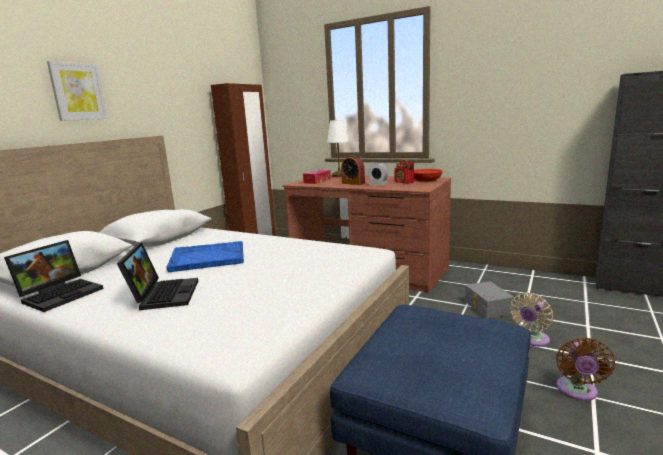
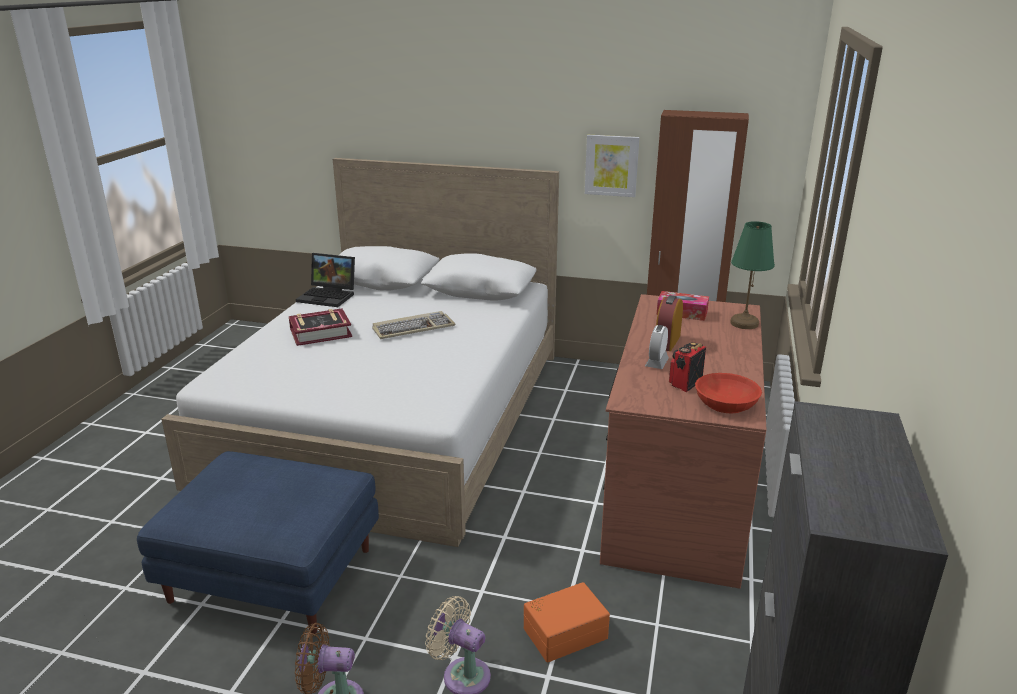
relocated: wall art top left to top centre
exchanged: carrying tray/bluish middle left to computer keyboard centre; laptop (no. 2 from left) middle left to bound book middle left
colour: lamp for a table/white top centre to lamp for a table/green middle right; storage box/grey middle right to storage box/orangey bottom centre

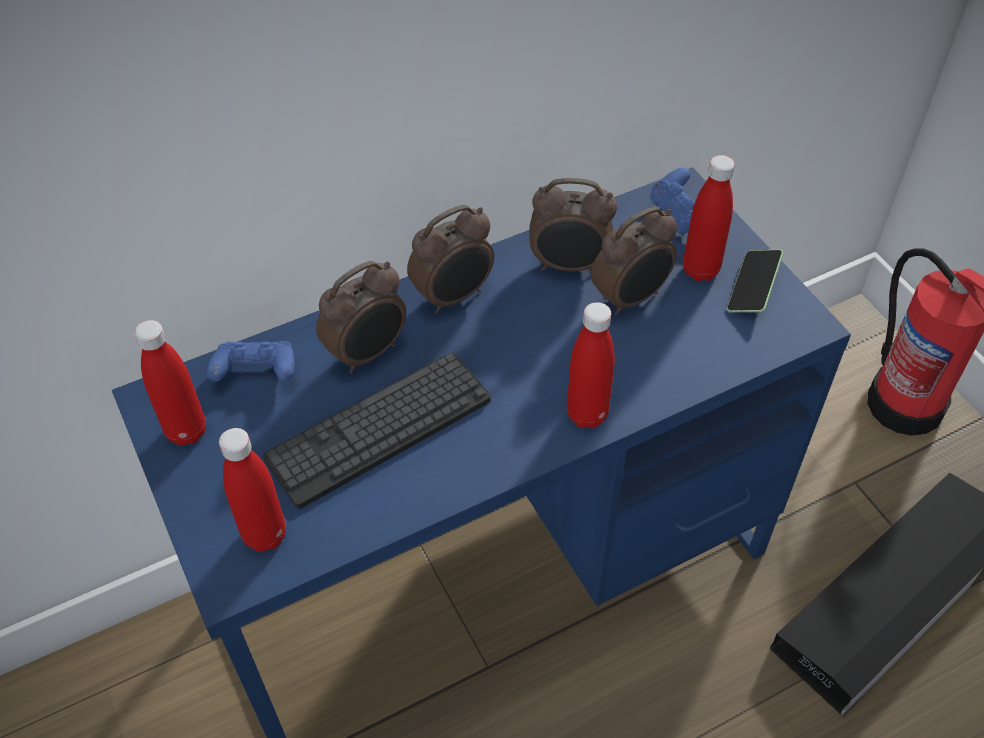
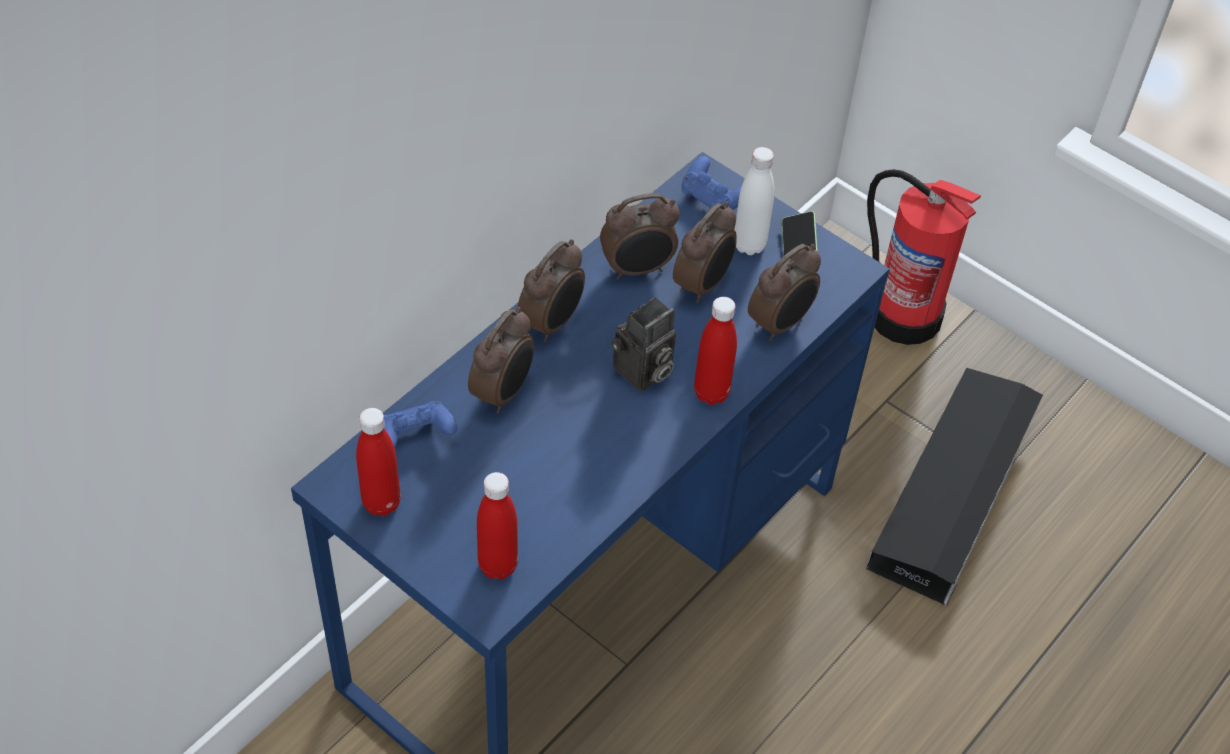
missing: computer keyboard centre
appeared: table clock (no. 5 from left) centre; photo camera centre
colour: bottle/red (no. 4 from left) top right to bottle/white top centre

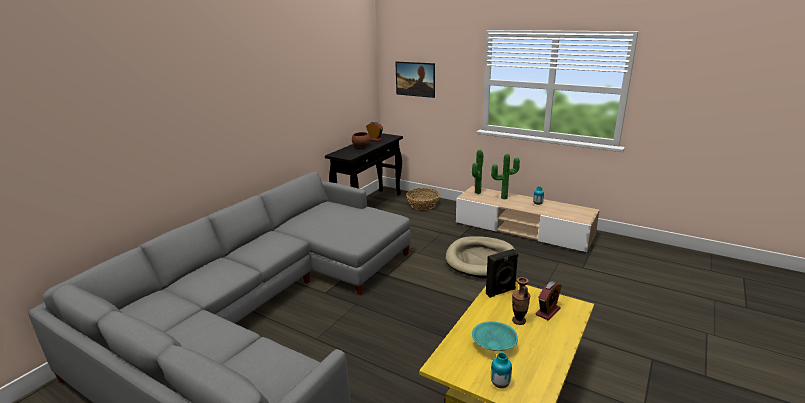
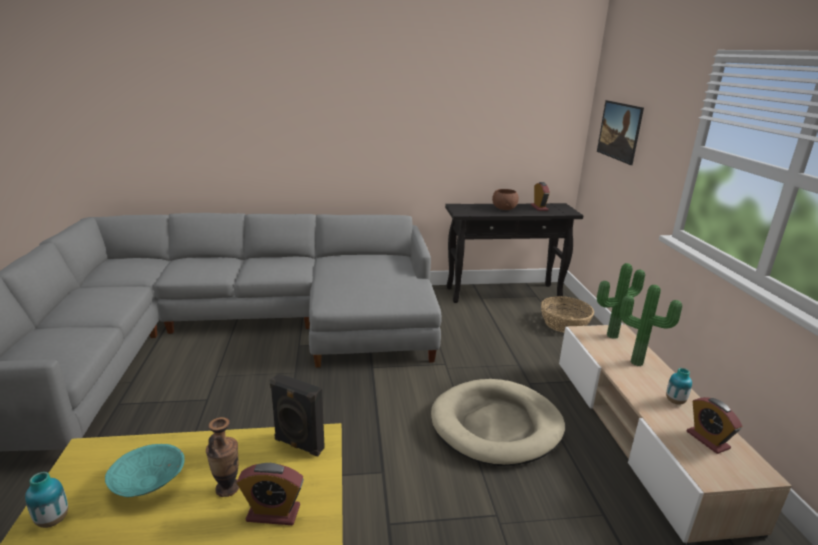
appeared: table clock (no. 3 from left) bottom right

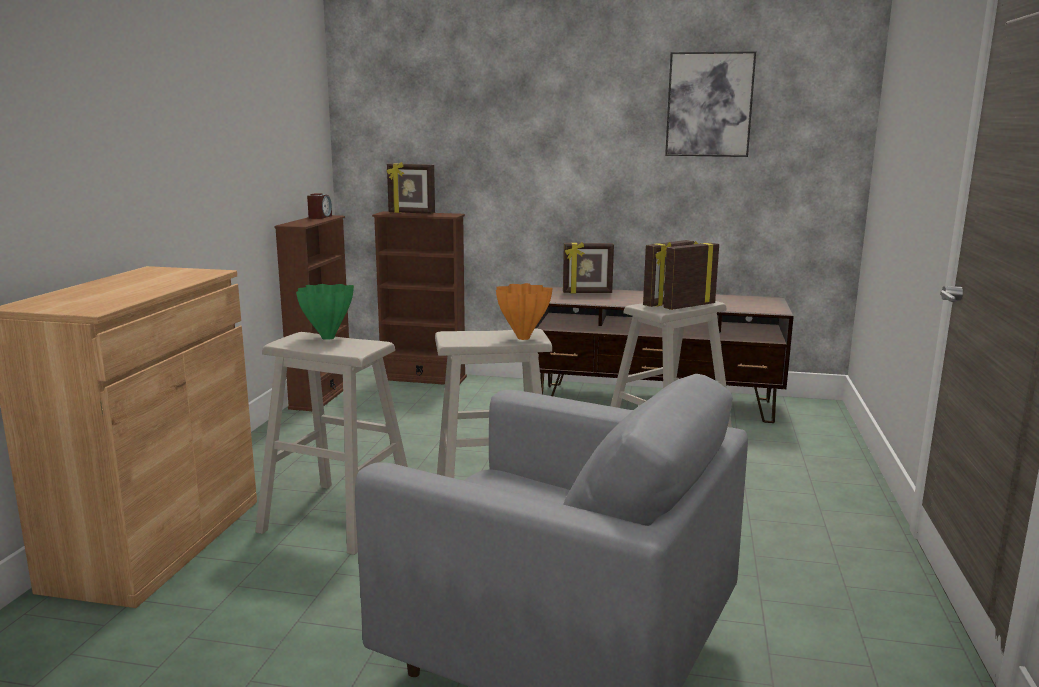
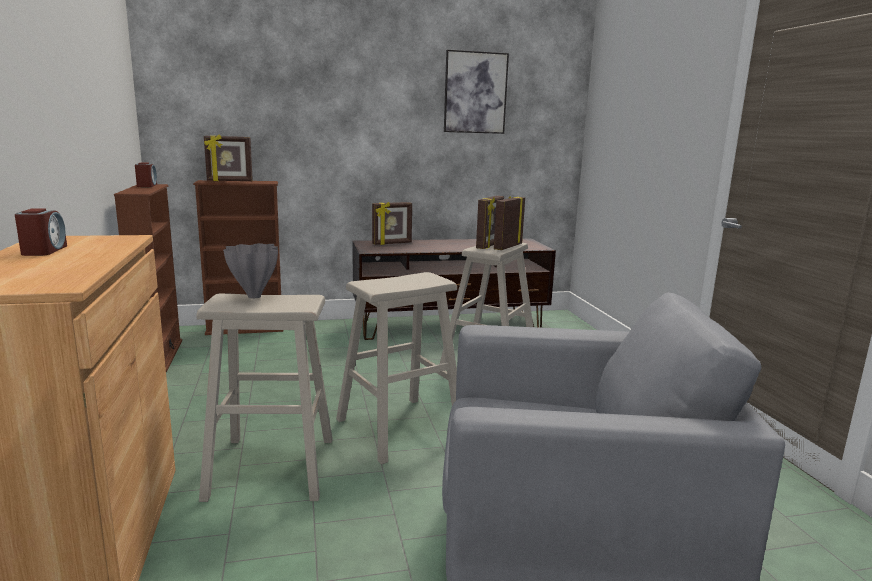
missing: decorative vase/orangey centre
appeared: table clock (no. 1 from left) middle left
colour: decorative vase/green middle left to decorative vase/grey middle left

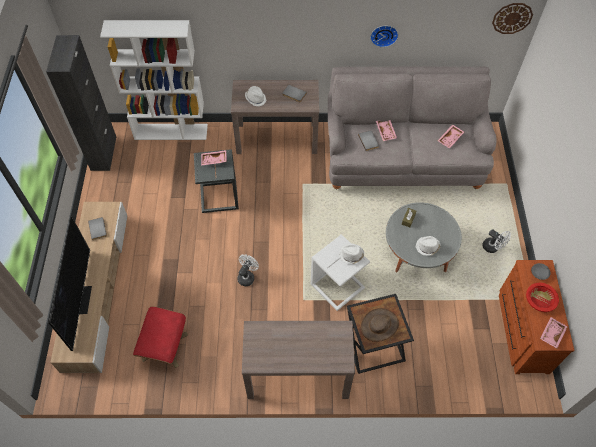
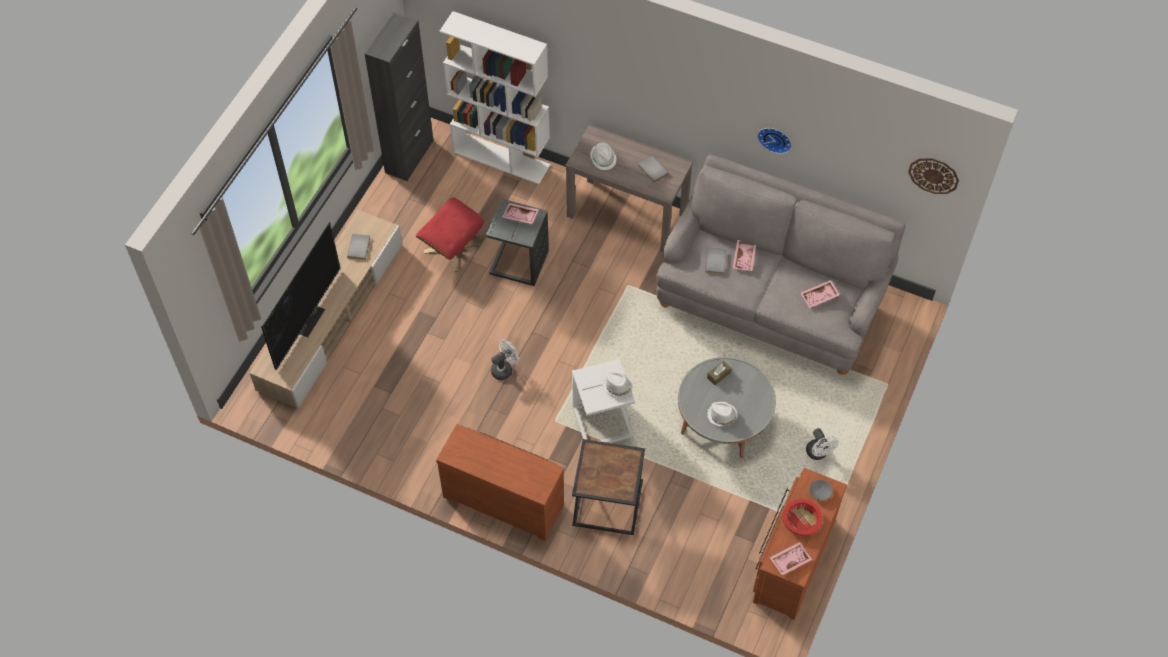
missing: clothing hat/brownish bottom centre
relocated: ottoman/red bottom left to centre
exchanged: narrow table/brownish (no. 2 from left) bottom centre to drawer chest/brownish (no. 1 from left) bottom centre

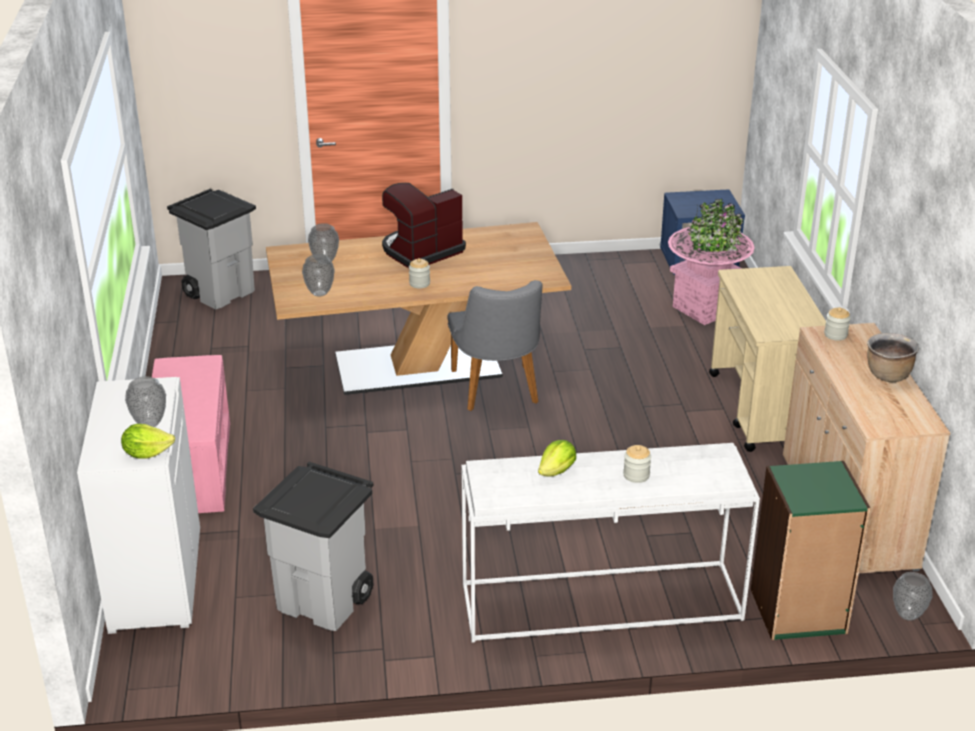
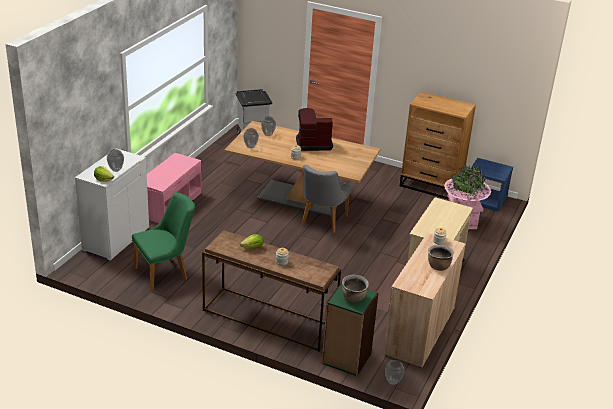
appeared: drawer chest/brownish middle right; cooking pot/brownish (no. 1 from left) bottom centre
exchanged: waste bin/grey (no. 2 from left) bottom left to chair/green middle left
colour: narrow table/white bottom centre to narrow table/brownish bottom centre

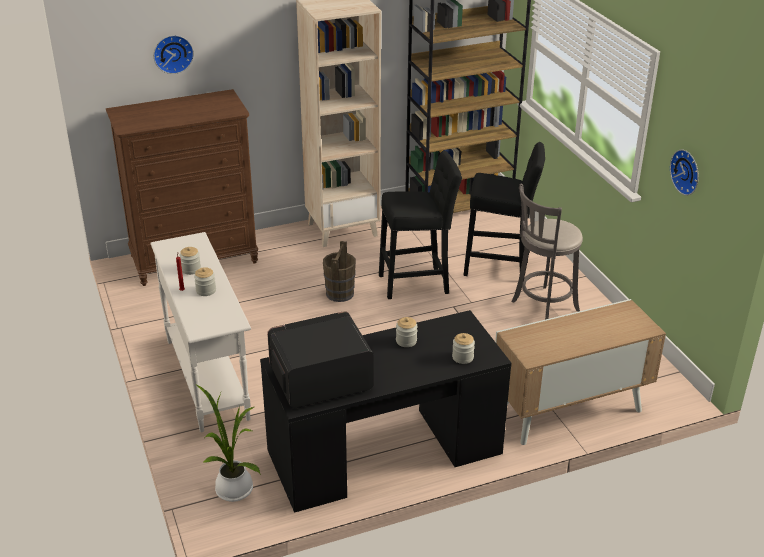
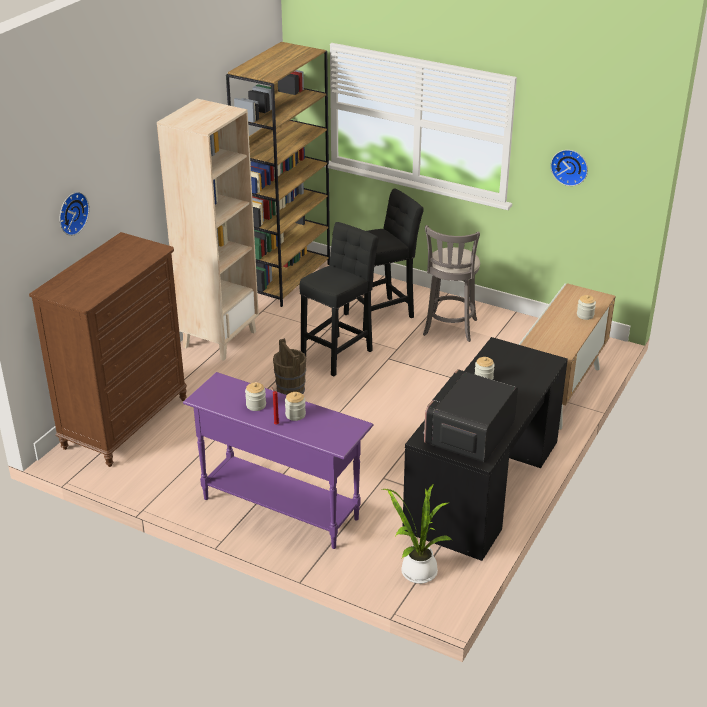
relocated: storage jar (no. 4 from left) centre to middle right
colour: narrow table/white middle left to narrow table/purple-coloured centre

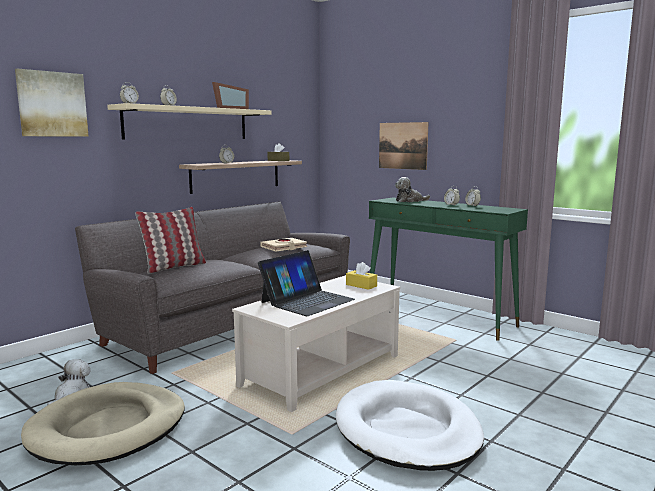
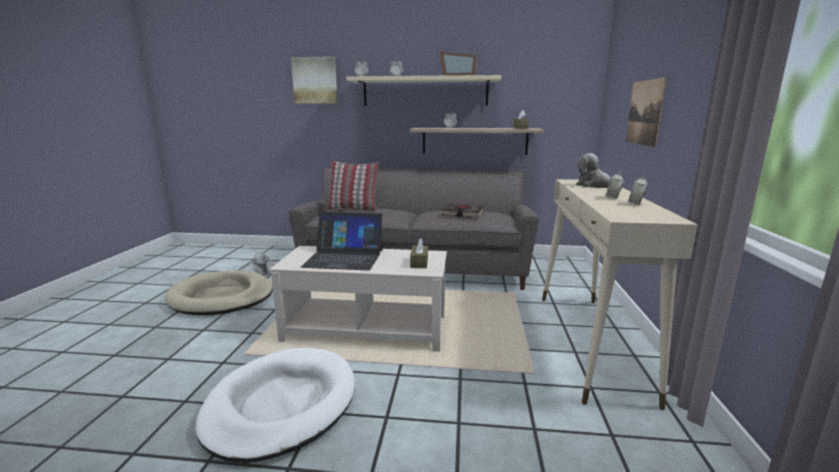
colour: narrow table/green middle right to narrow table/beige-coloured middle right; bound book/beige-coloured centre to bound book/black centre; tissue box/yellow-coloured centre to tissue box/brownish (no. 1 from left) centre

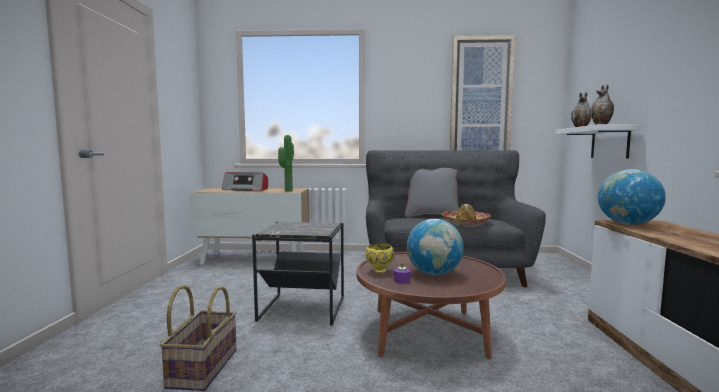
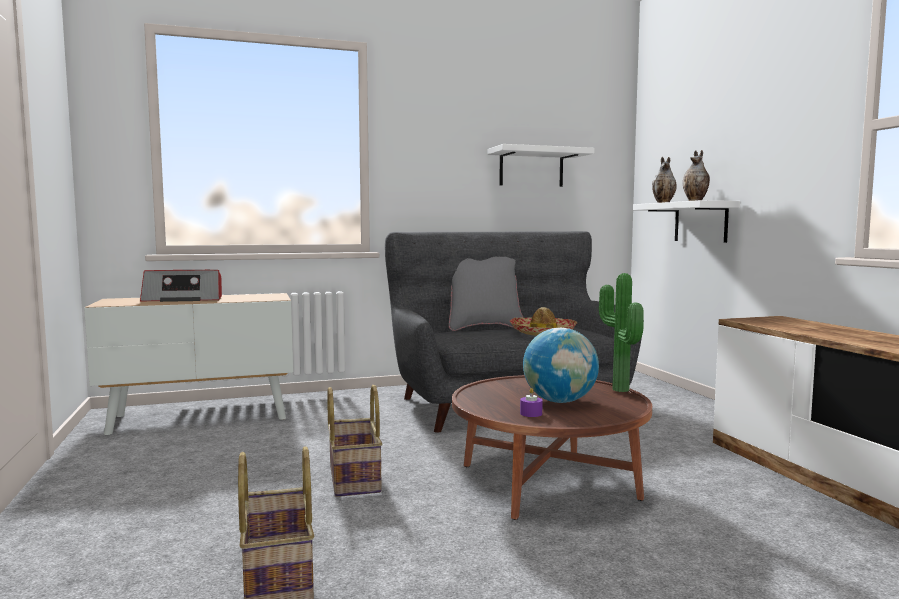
missing: globe (no. 2 from left) middle right; bowl/yellow-coloured centre
relocated: houseplant centre to middle right
exchanged: wall art top right to wall shelf/white (no. 1 from left) top centre; end table/black bottom centre to household basket (no. 2 from left) bottom centre

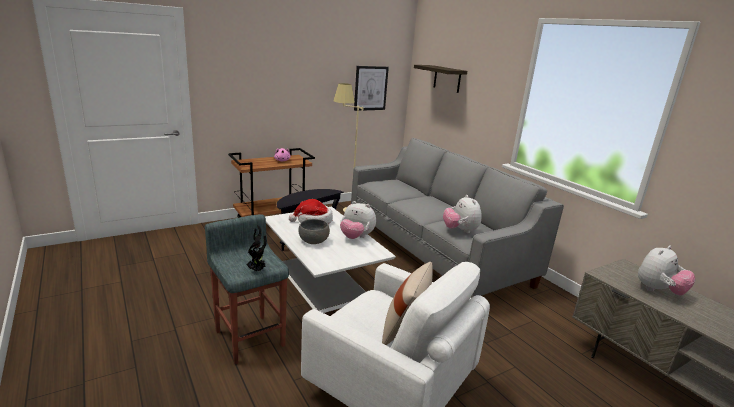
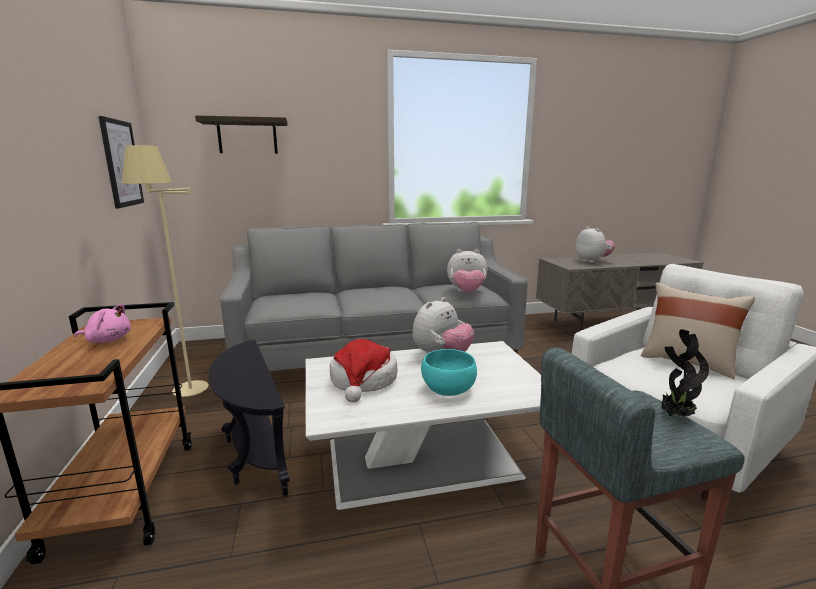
colour: bowl/grey centre to bowl/turquoise centre

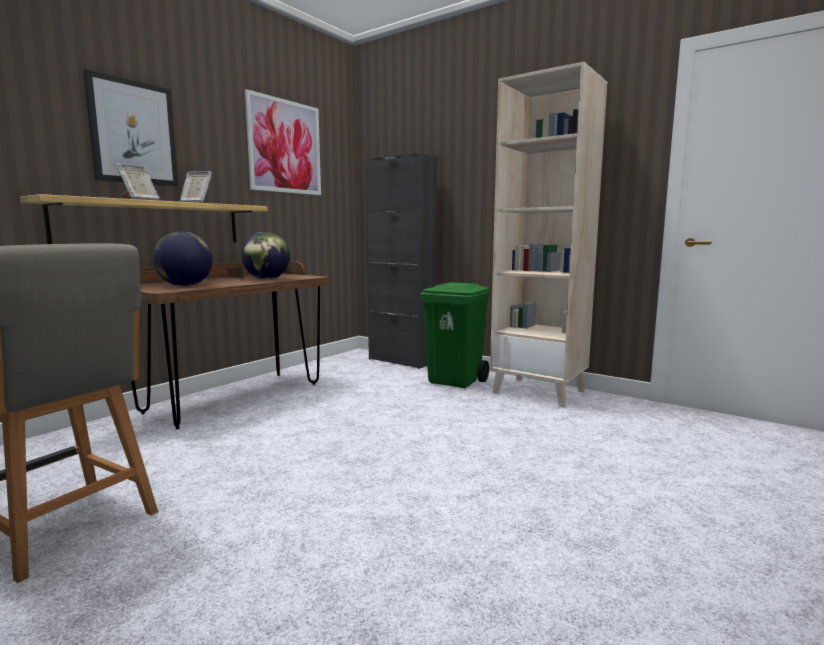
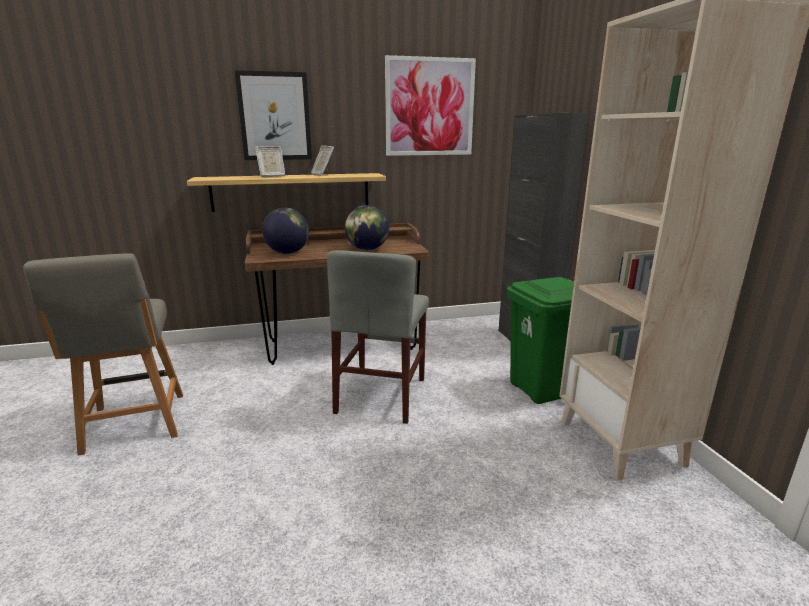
appeared: chair/grey (no. 2 from left) centre

